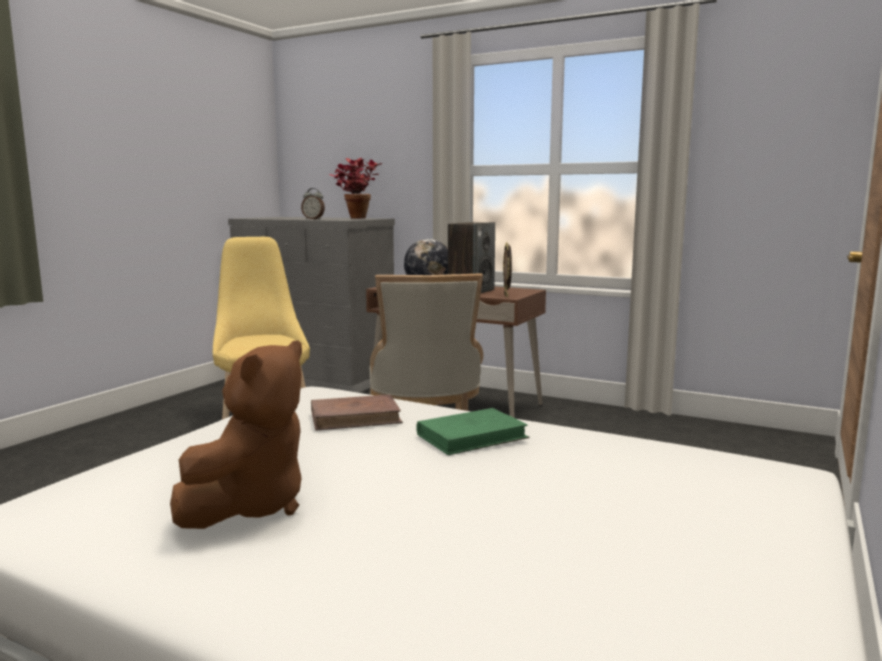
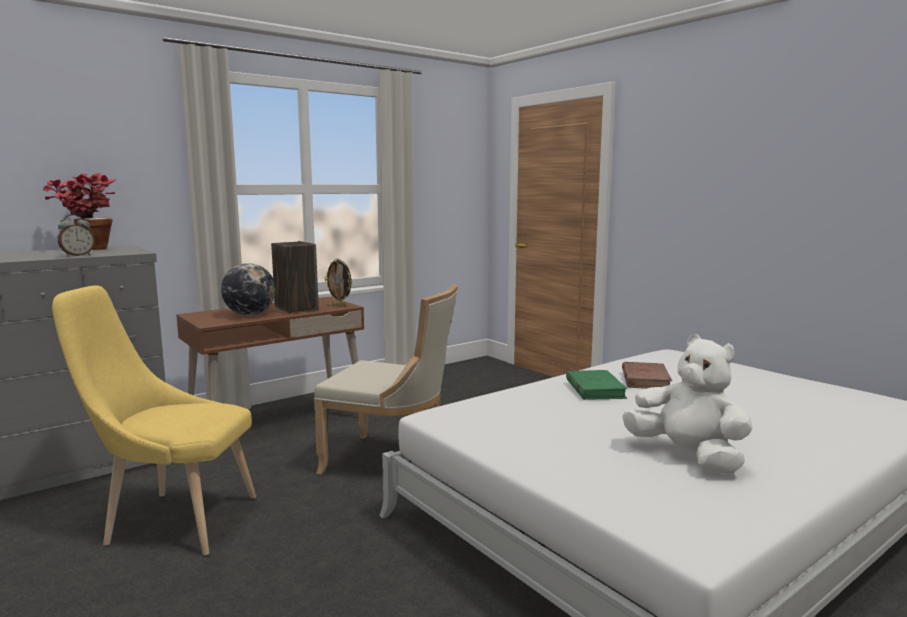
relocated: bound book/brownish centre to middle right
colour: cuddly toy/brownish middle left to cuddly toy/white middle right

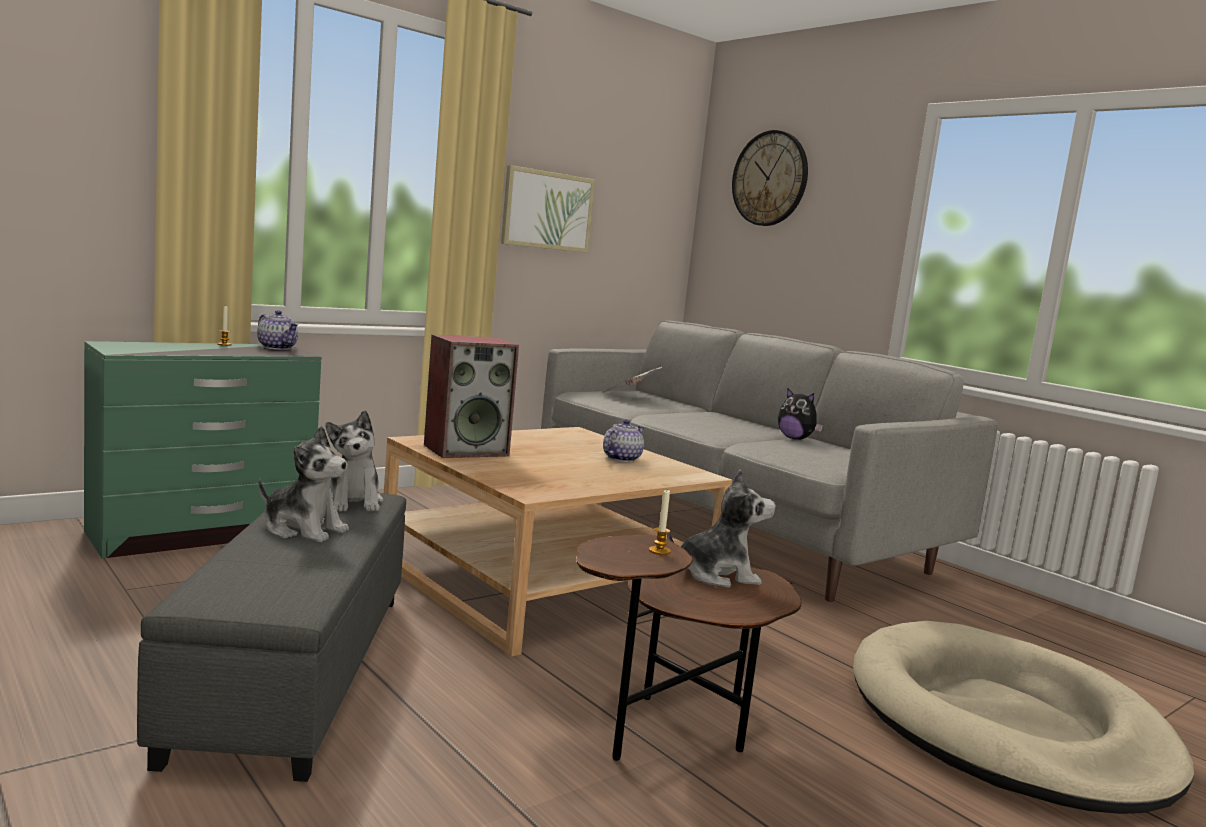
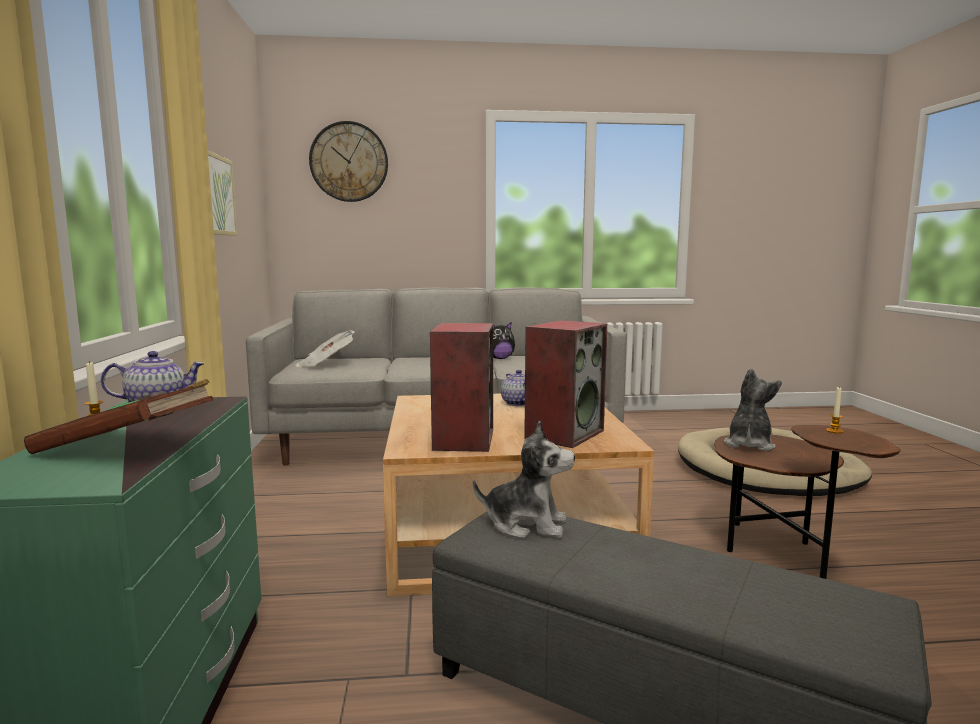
missing: cuddly toy (no. 1 from left) middle left
appeared: audio speaker (no. 2 from left) centre; bound book/brownish middle left

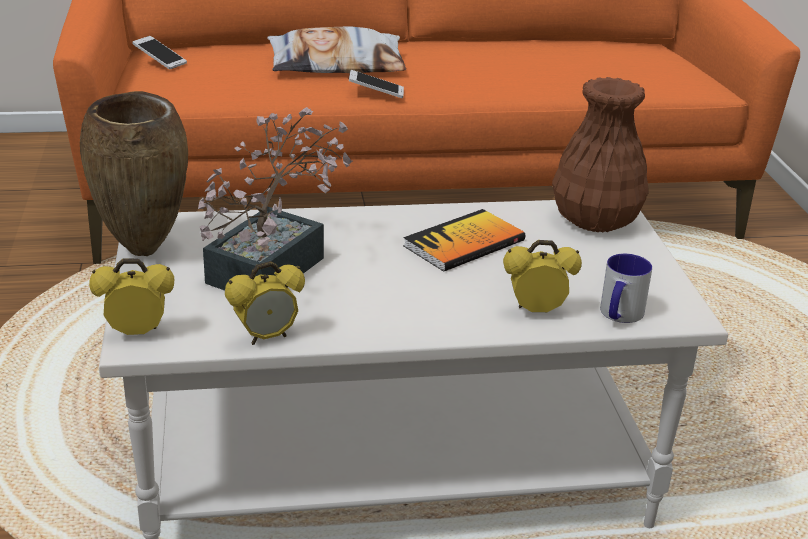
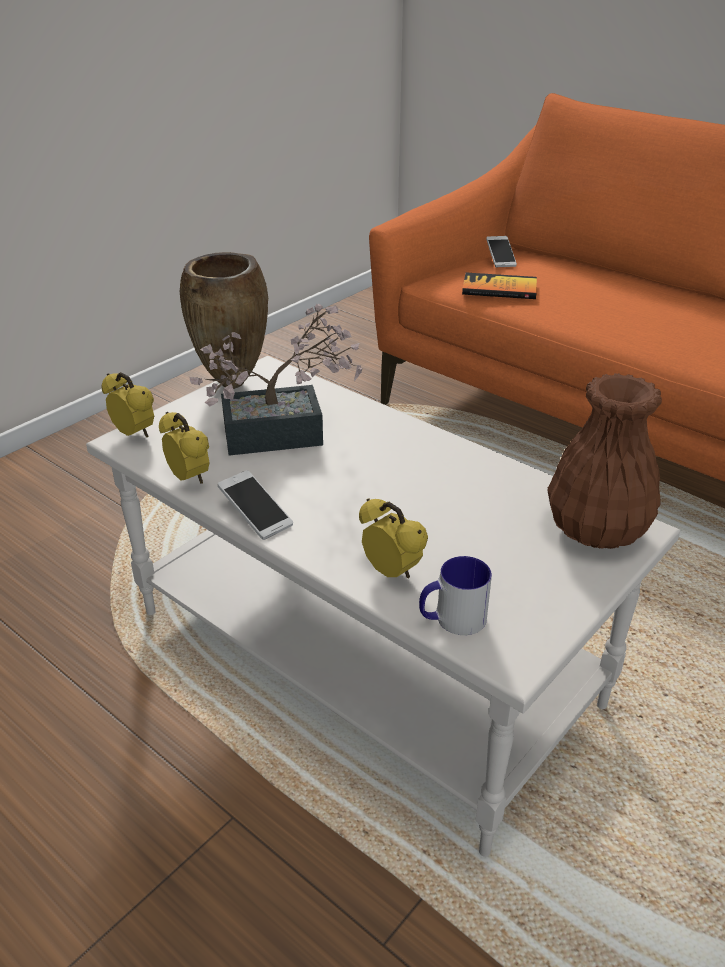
missing: pillow top centre
relocated: handset (no. 2 from left in the first image) top centre to handset (no. 1 from left) centre; bound book centre to top right
spun: table clock (no. 2 from left) middle left = middle left 150 degrees counterclockwise

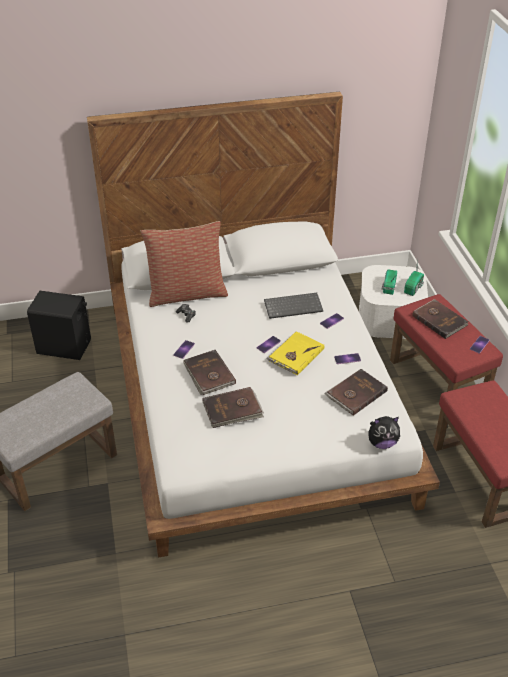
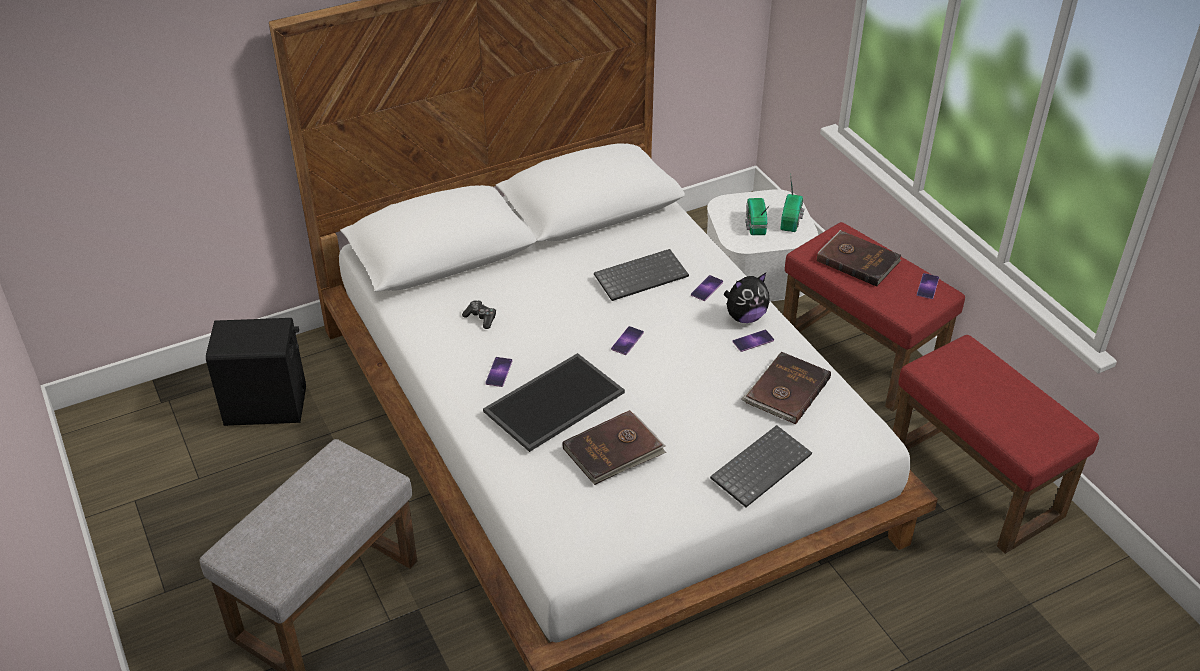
missing: pillow centre; bound book/yellow-coloured centre
appeared: computer keyboard (no. 2 from left) bottom centre
relocated: cuddly toy middle right to centre
exchanged: bound book/brownish (no. 1 from left) centre to carrying tray centre

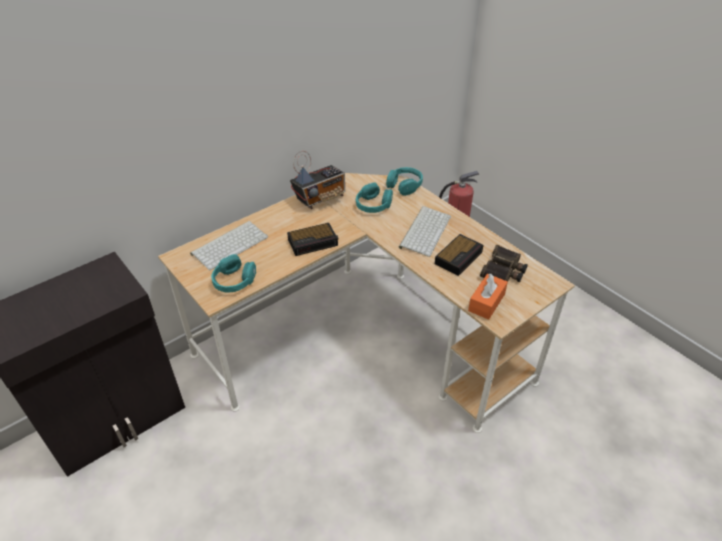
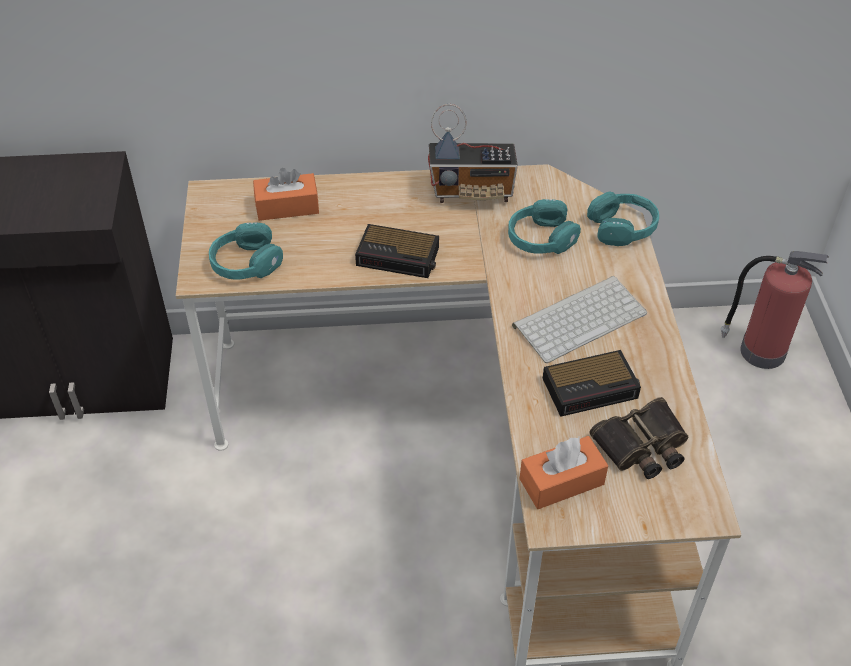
exchanged: computer keyboard (no. 1 from left) middle left to tissue box/orangey (no. 1 from left) top centre

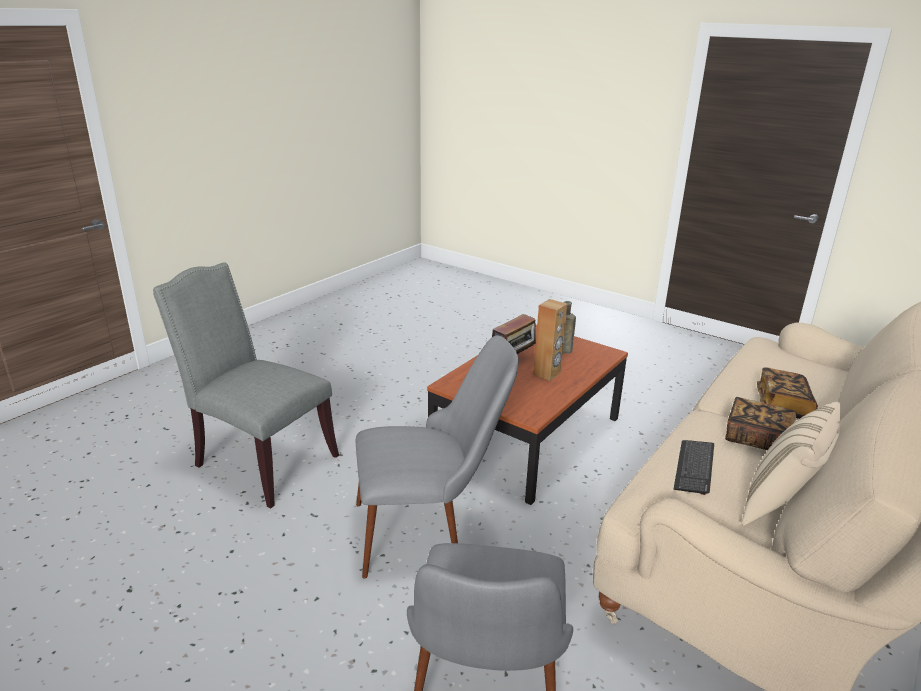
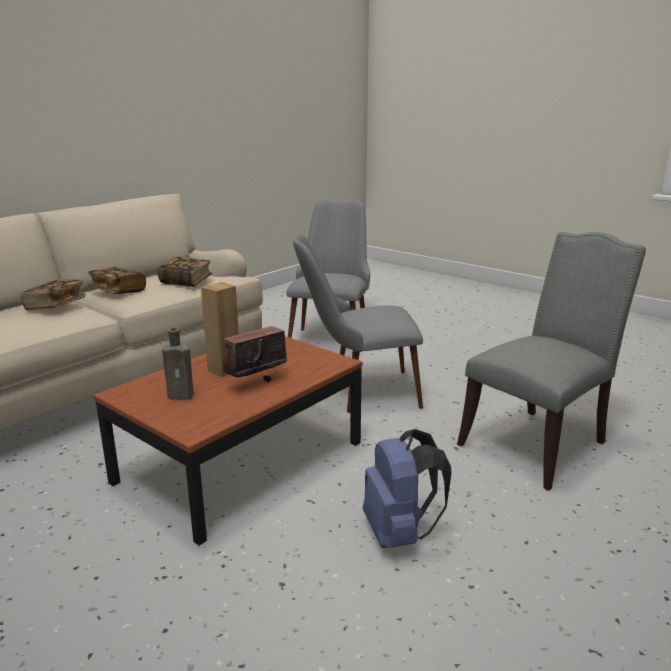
missing: pillow/beige-coloured bottom right
appeared: knapsack/bluish bottom centre
exchanged: computer keyboard bottom right to bound book (no. 3 from left) middle left
spun: chair/grey (no. 1 from left in the first image) middle left = middle right 75 degrees counterclockwise

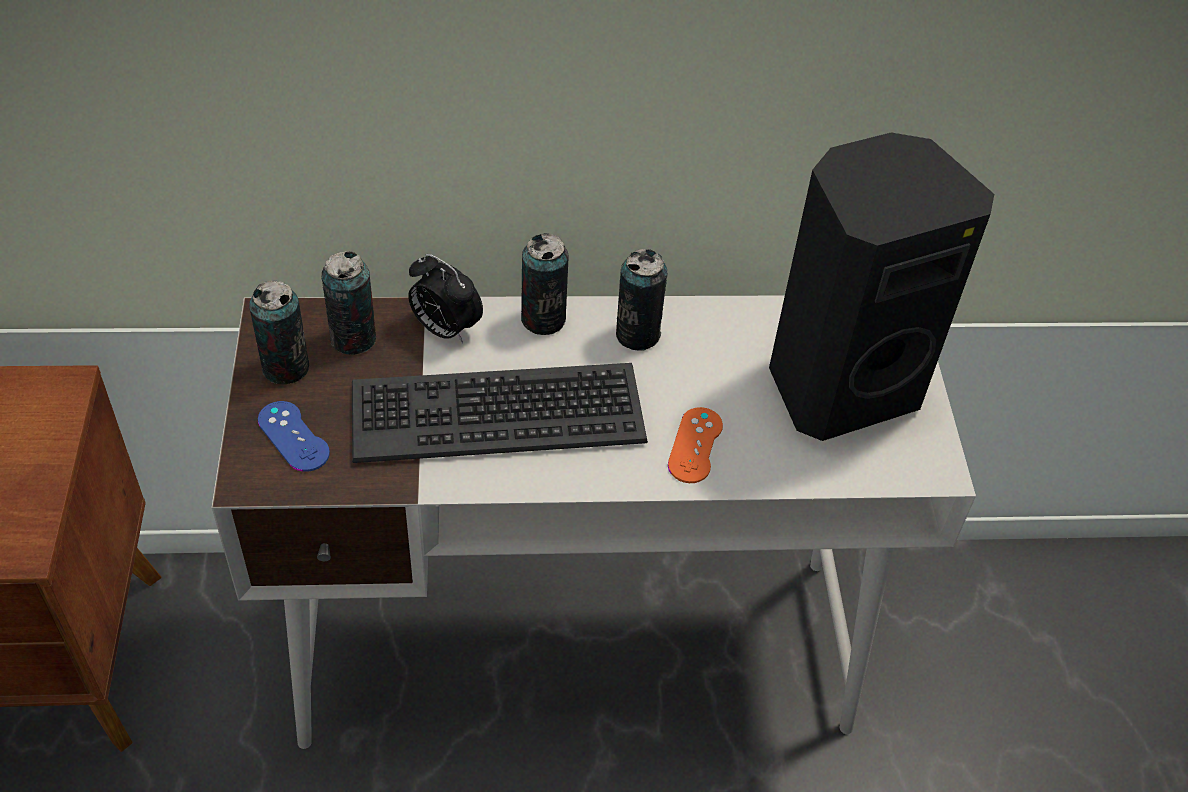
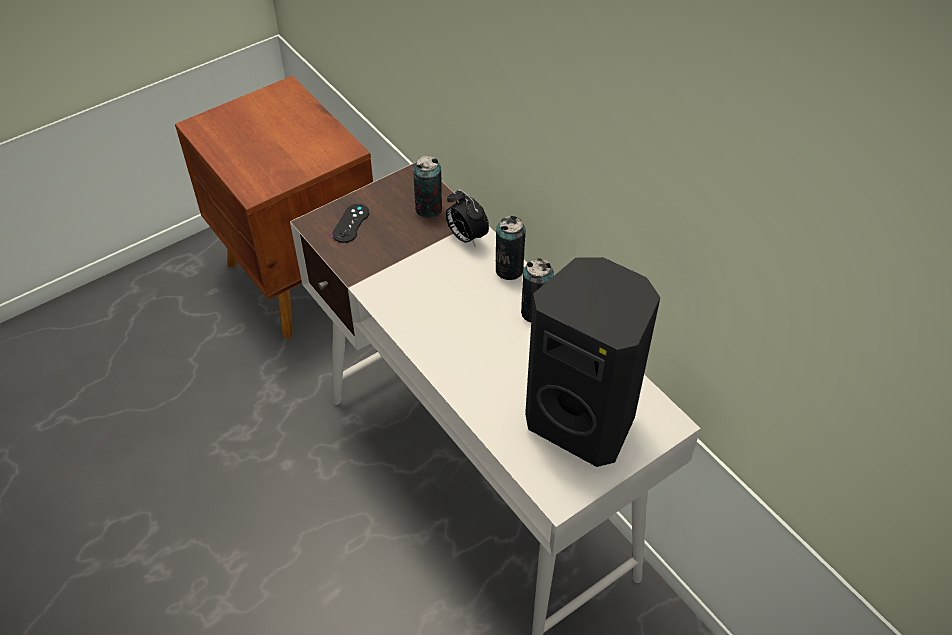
missing: metal can (no. 1 from left) middle left; computer keyboard centre; joypad/orangey centre
colour: joypad/bluish middle left to joypad/black centre
spun: table clock centre = centre 45 degrees counterclockwise

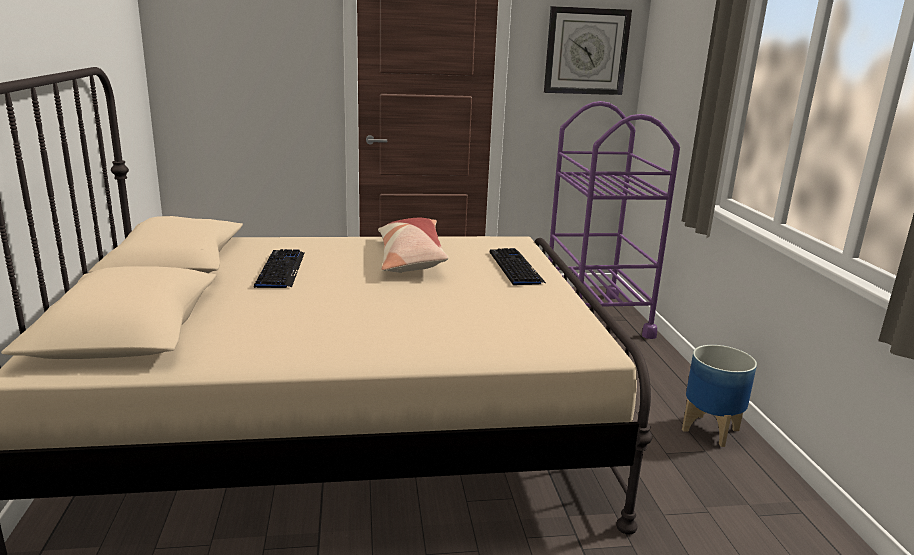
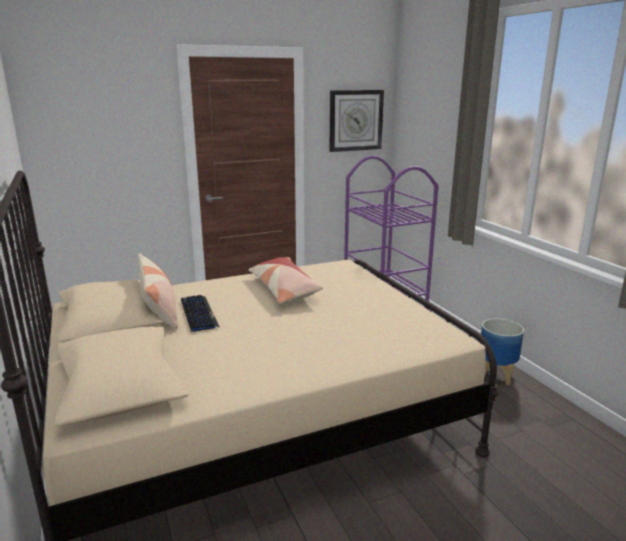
missing: computer keyboard (no. 2 from left) centre
appeared: pillow (no. 1 from left) middle left

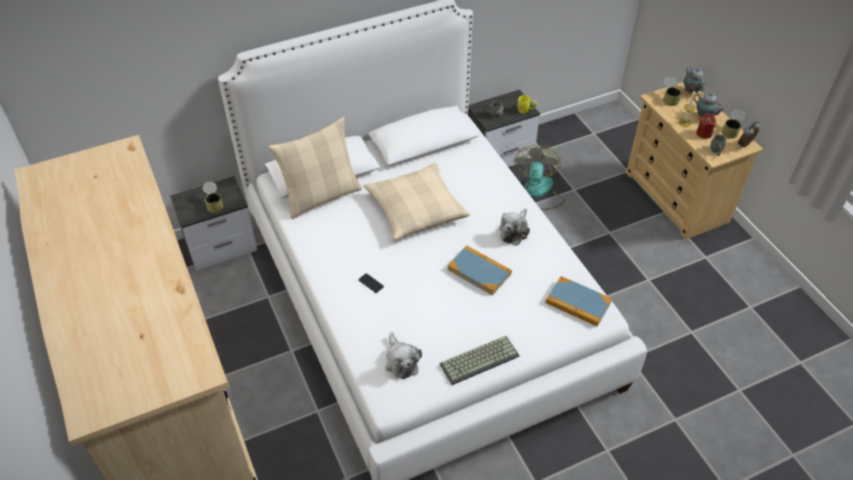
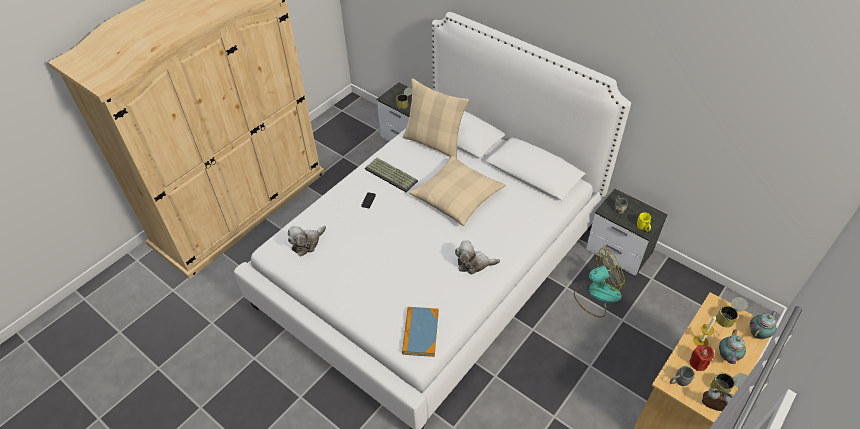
missing: bound book (no. 1 from left) centre
relocated: computer keyboard bottom centre to centre

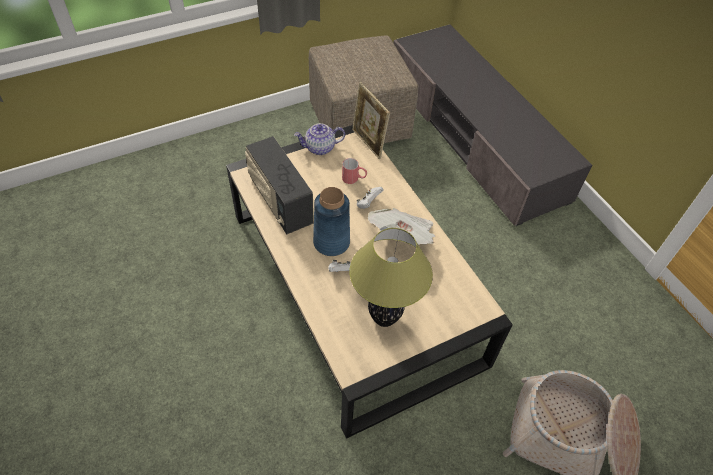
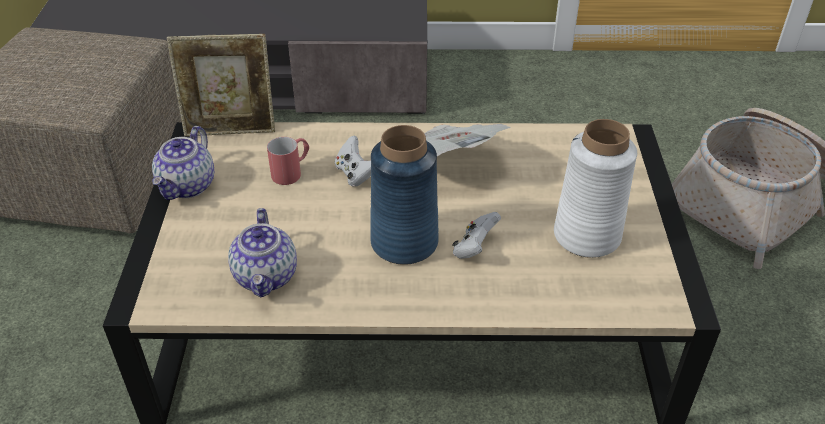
exchanged: radio receiver centre to teapot (no. 2 from left) middle left; lamp for a table centre to decorative vase/white middle right

